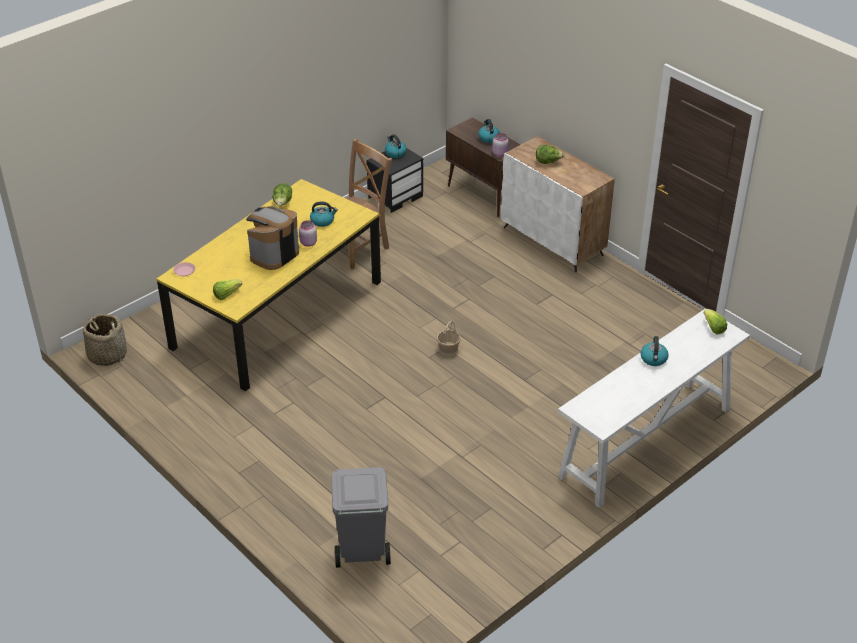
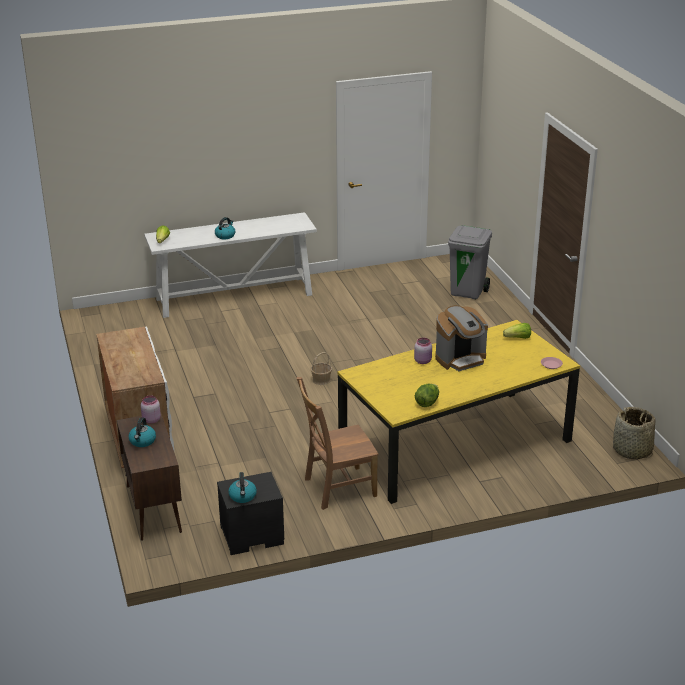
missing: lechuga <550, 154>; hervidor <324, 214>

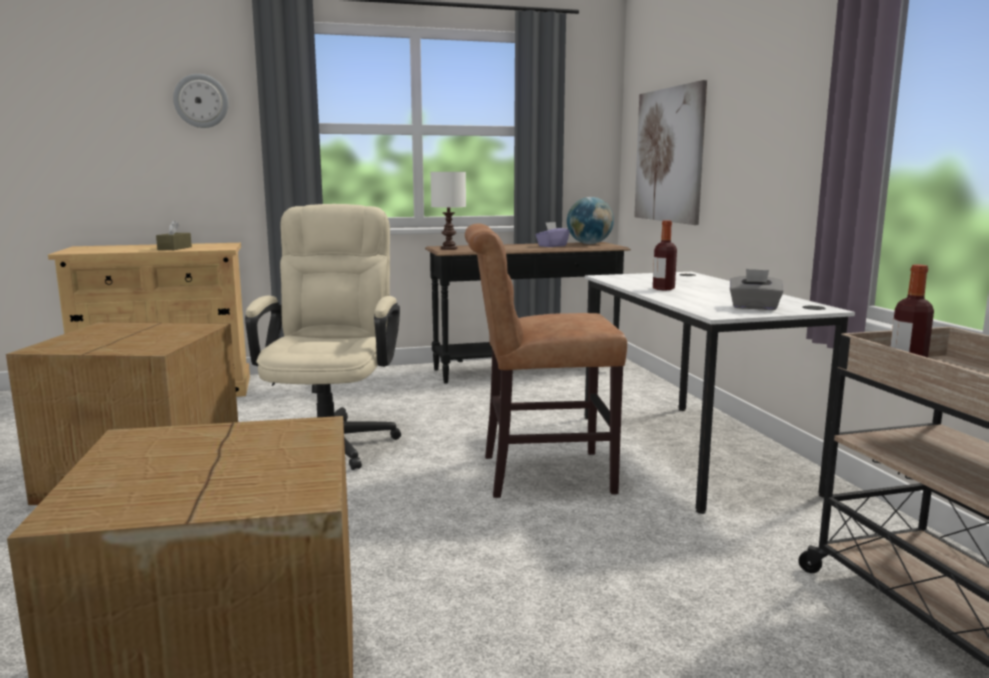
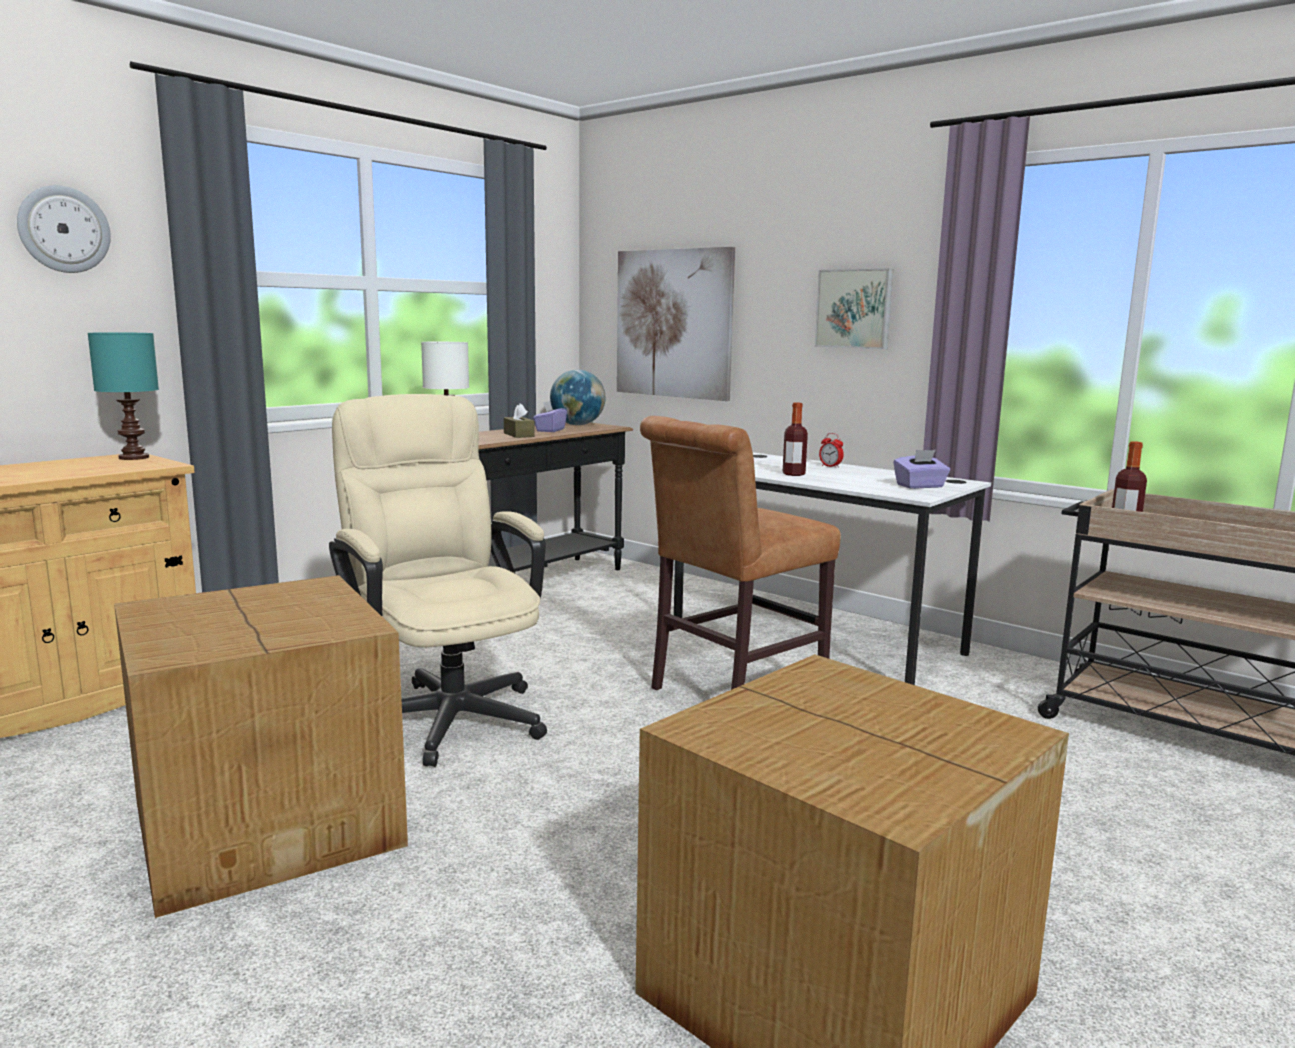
appeared: cuadro <854, 309>; lámpara de mesa [turquesa] <123, 396>; despertador <831, 450>
relocated: caja de pañuelos [marrón] <174, 235> to <519, 420>
colour: caja de pañuelos [gris] <756, 289> to caja de pañuelos [morado] <922, 469>

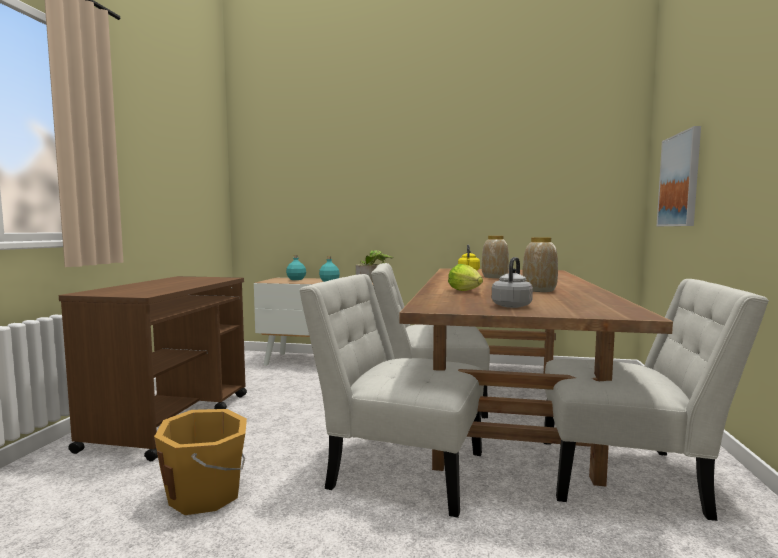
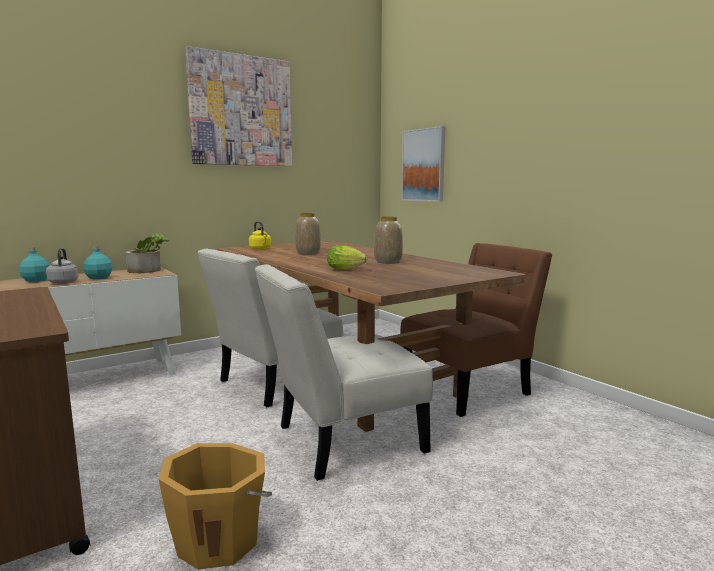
appeared: cuadro <238, 106>
relocated: hervidor [gris] <512, 282> to <62, 266>
colour: silla [blanco] <656, 400> to silla [marrón] <476, 330>

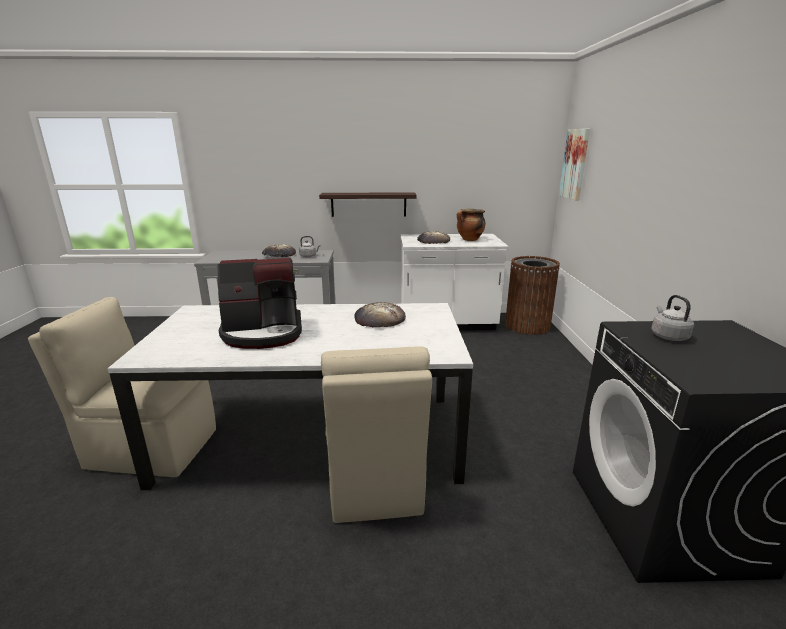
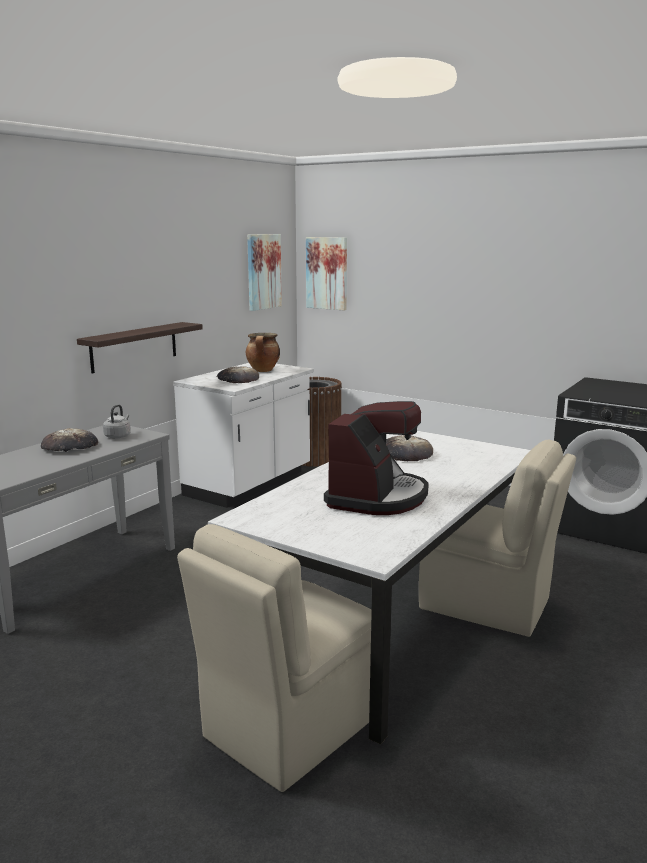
missing: hervidor [gris] <672, 318>
appeared: cuadro <264, 272>

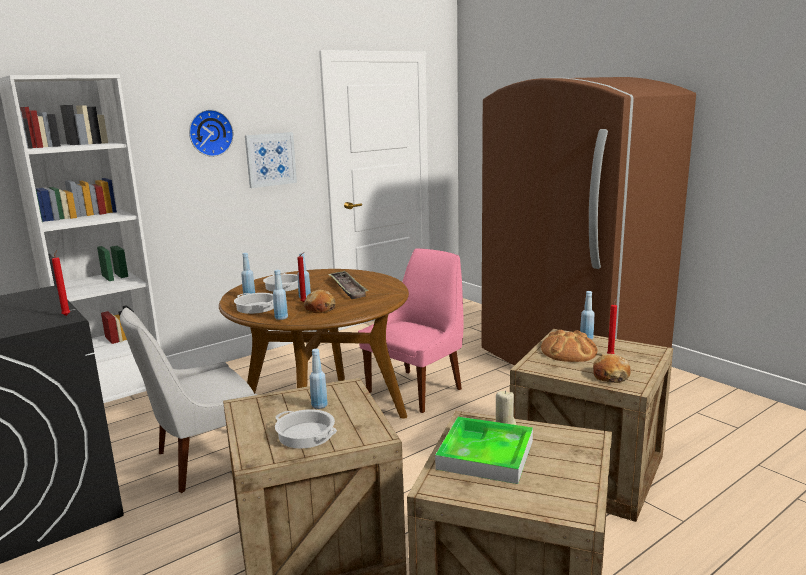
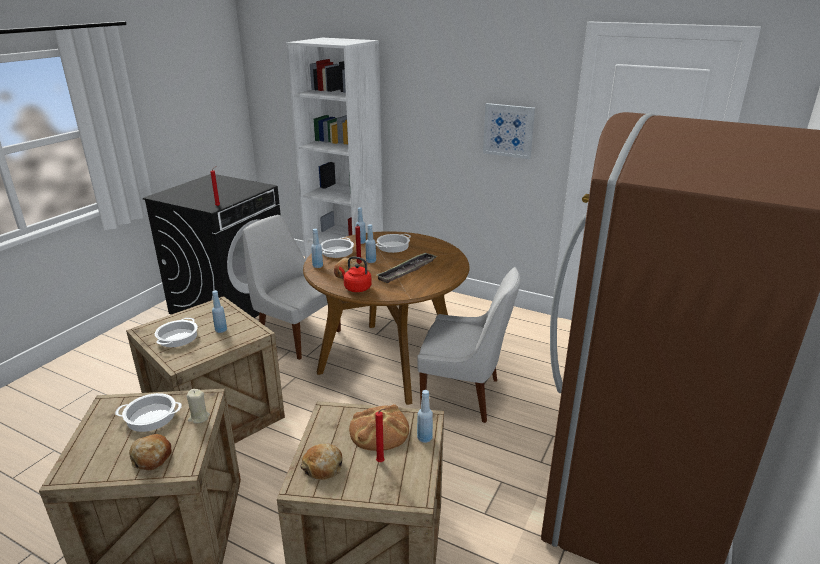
missing: reloj de pared <211, 133>
appeared: hervidor [rojo] <355, 274>; pan <150, 452>
exchanged: bandeja <484, 450> to olla <148, 412>
colour: silla [rosa] <411, 330> to silla [blanco] <469, 345>

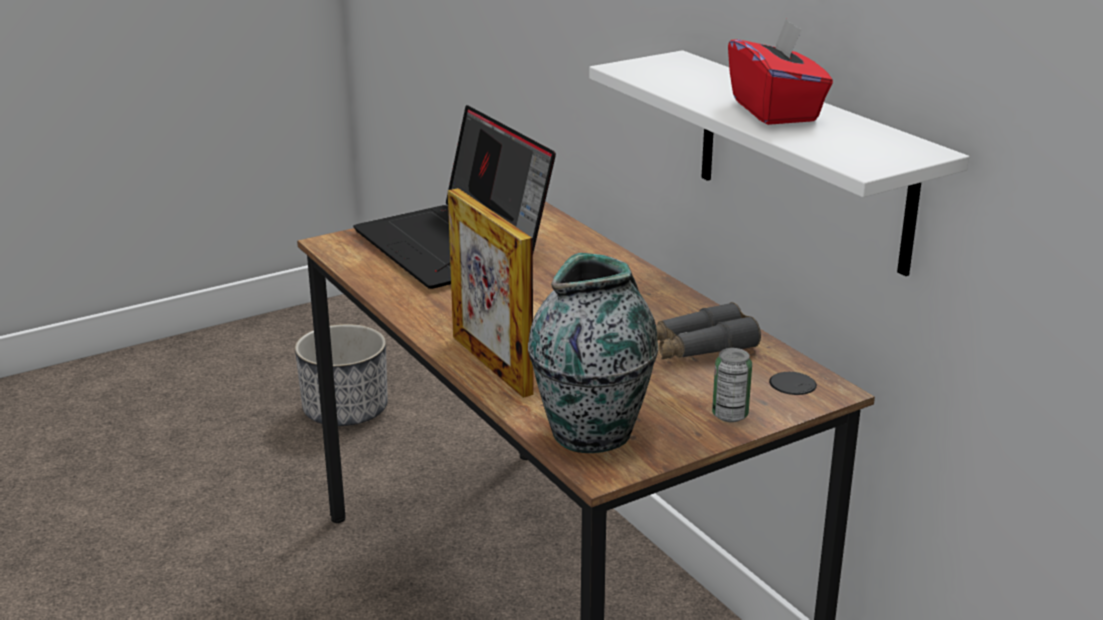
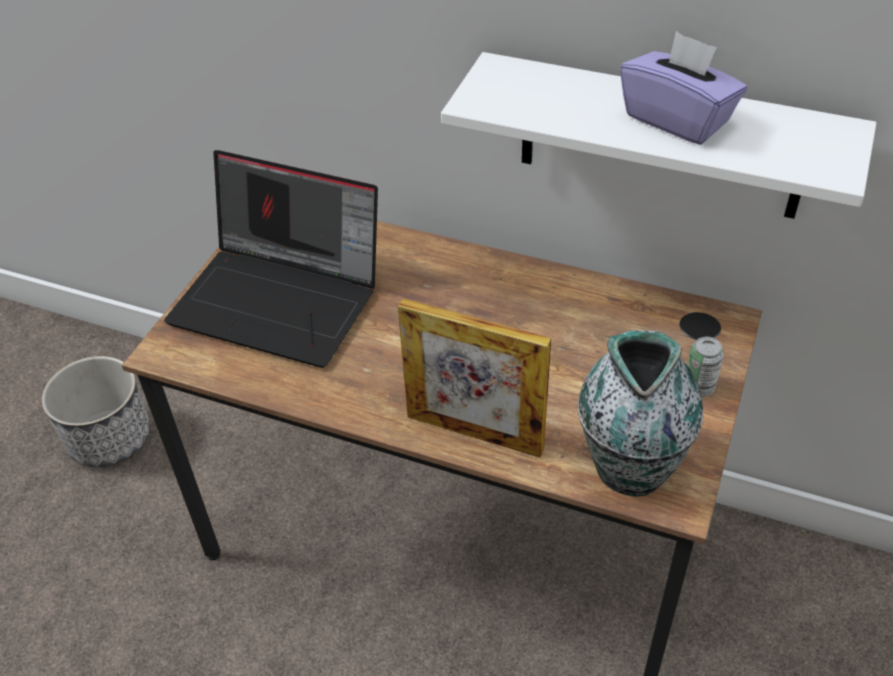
missing: prismáticos [gris] <708, 330>
colour: caja de pañuelos [rojo] <780, 71> to caja de pañuelos [morado] <683, 88>

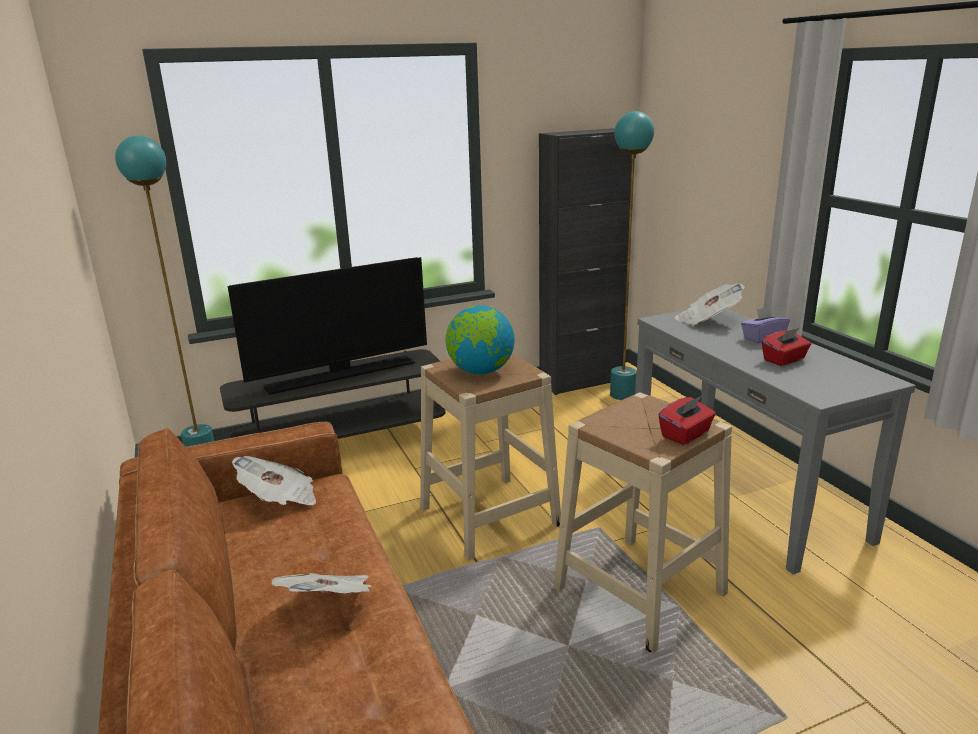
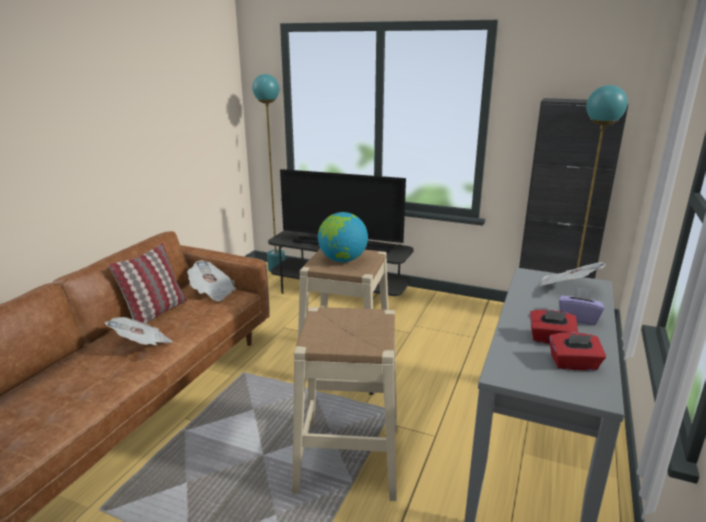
appeared: cojín <147, 283>
relocated: caja de pañuelos [rojo] <687, 420> to <577, 351>

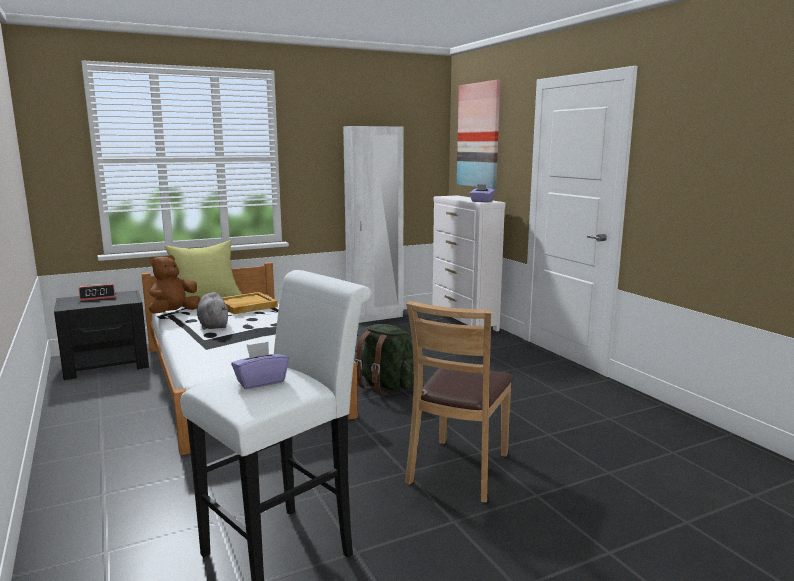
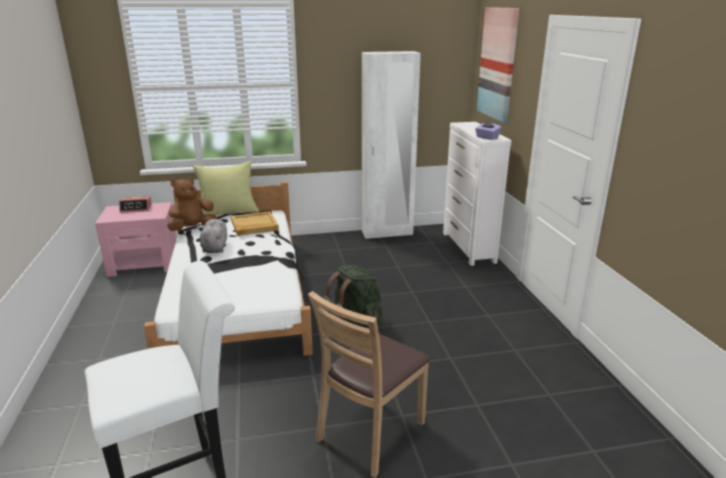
missing: caja de pañuelos [morado] <260, 365>
colour: mesita de noche [negro] <101, 335> to mesita de noche [rosa] <136, 239>

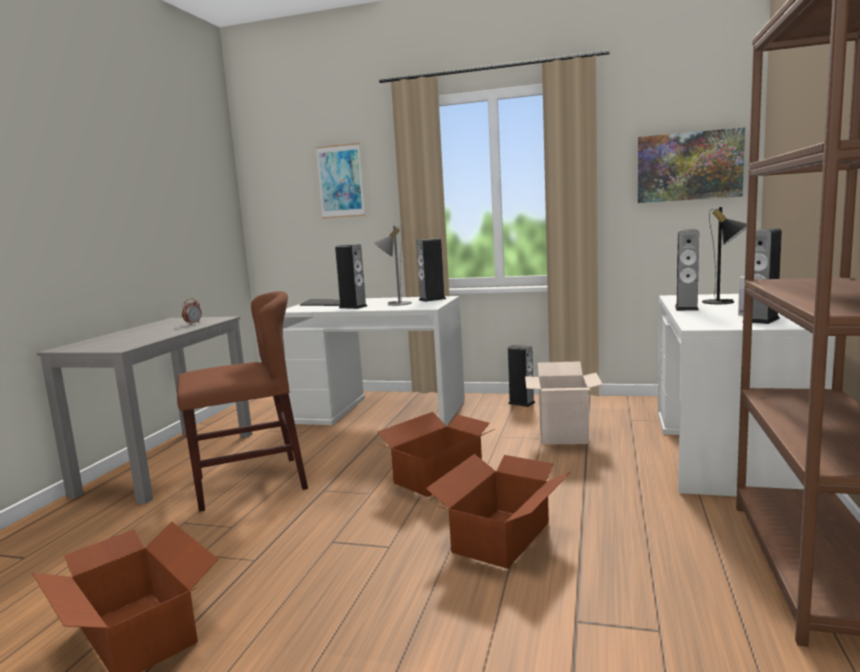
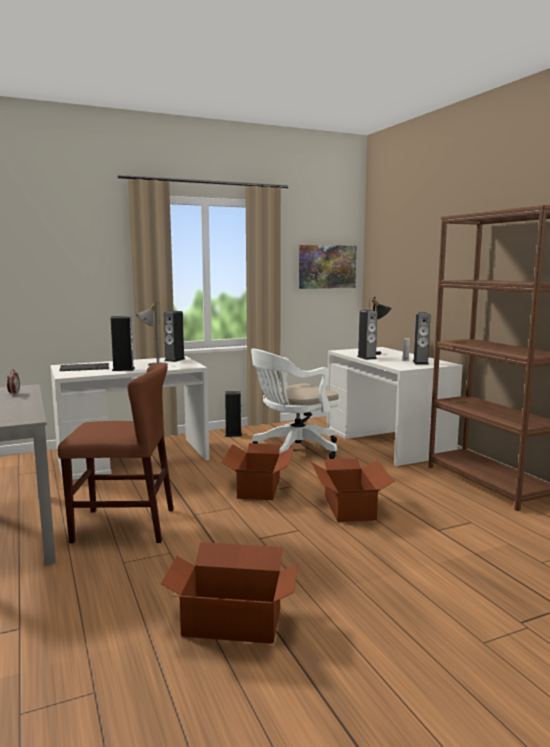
missing: cuadro <340, 180>
exchanged: caja de cartón <564, 403> to silla de oficina [blanco] <295, 404>
spun: silla [marrón] <242, 401> = <116, 453> 60 degrees clockwise

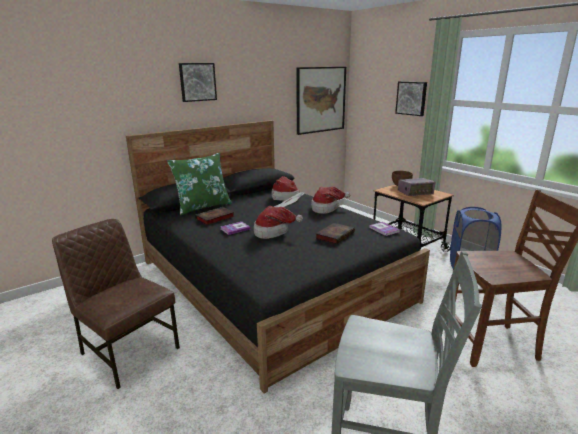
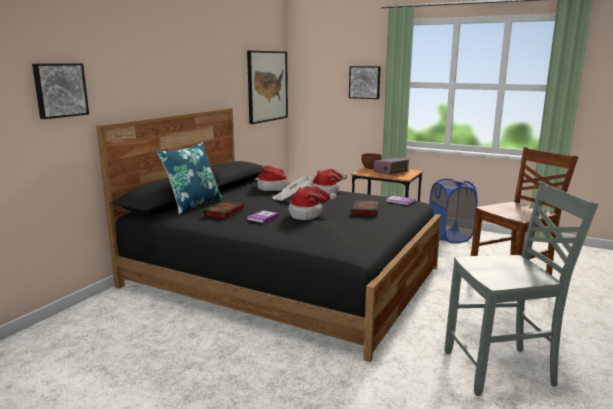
missing: silla [marrón] <116, 304>
relocated: cuadro <198, 82> to <60, 91>
colour: cojín [verde] <199, 183> to cojín [azul] <190, 178>

